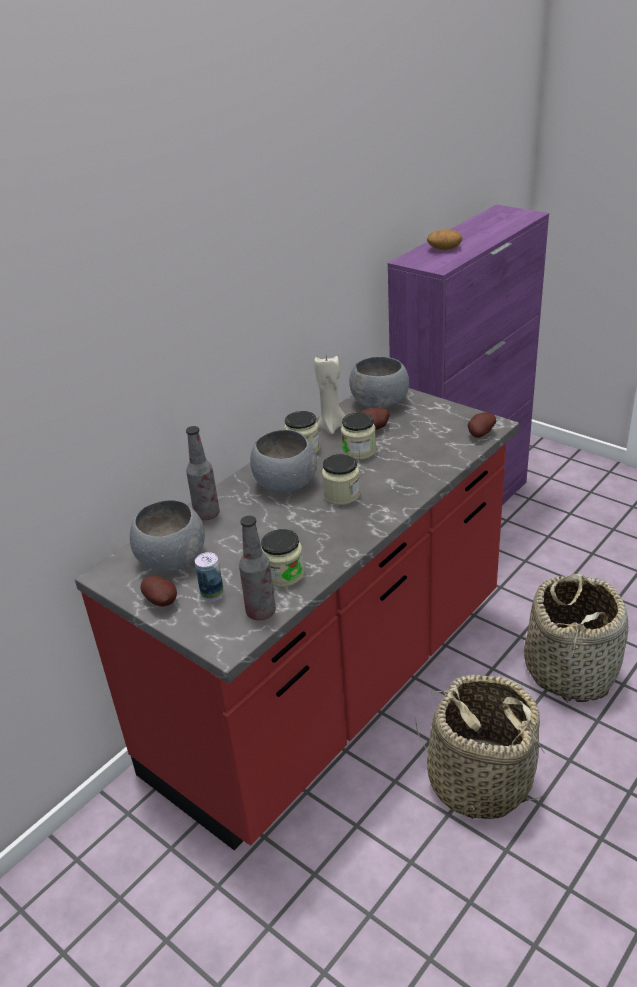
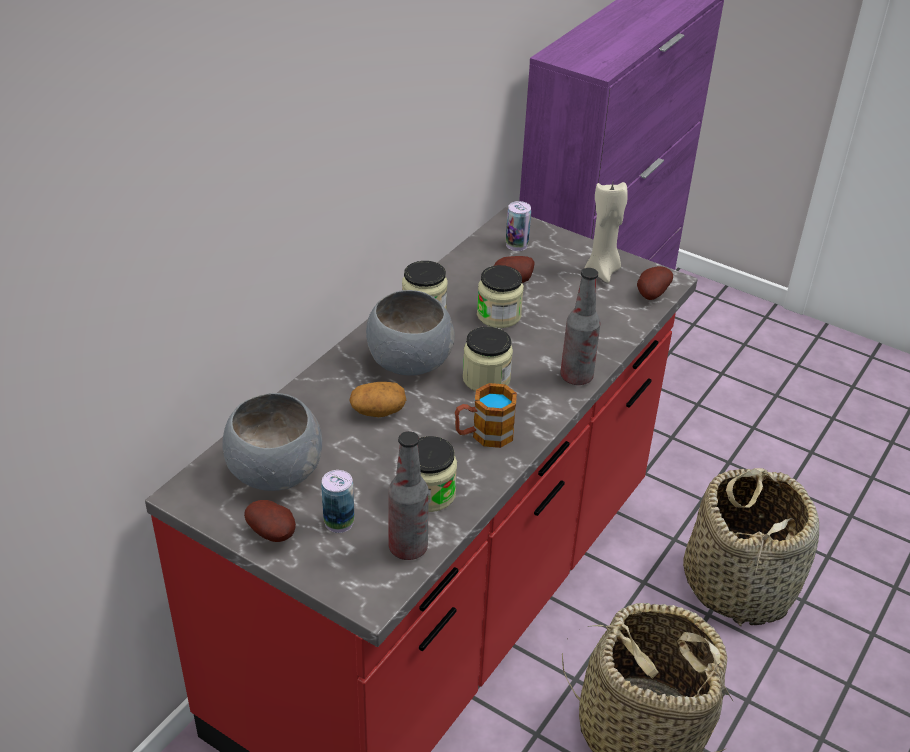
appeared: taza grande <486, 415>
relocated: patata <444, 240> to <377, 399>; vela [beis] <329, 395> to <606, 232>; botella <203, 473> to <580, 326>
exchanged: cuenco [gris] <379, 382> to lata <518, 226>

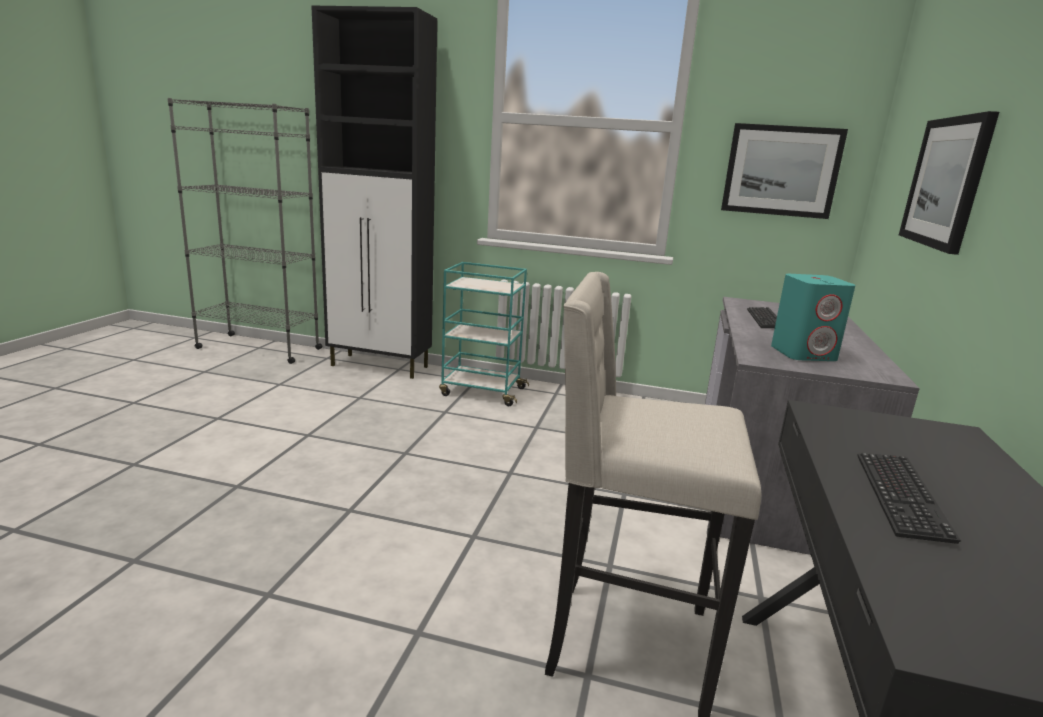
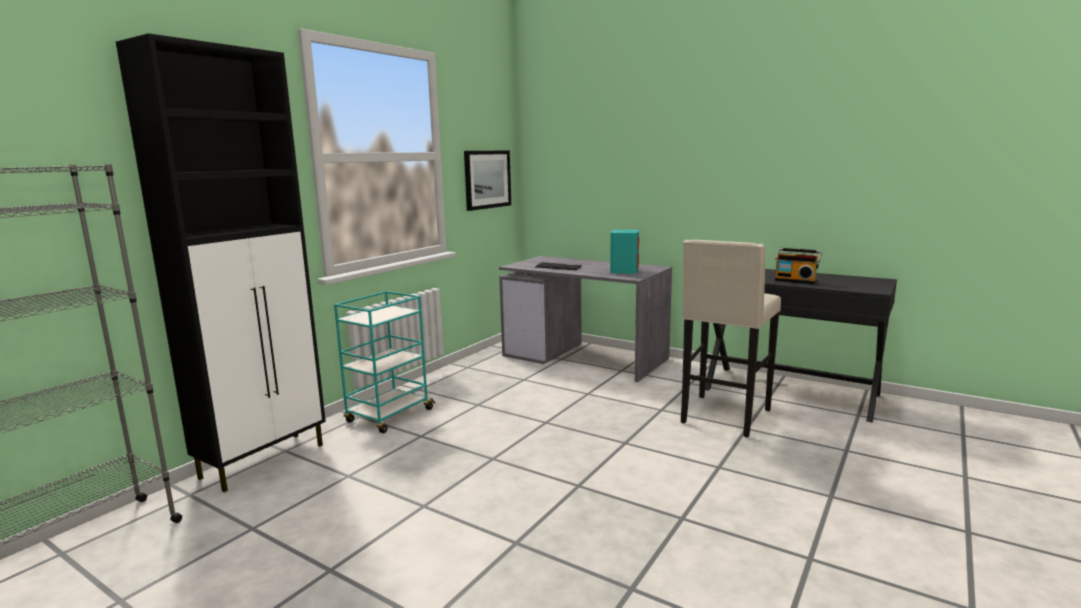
missing: cuadro <949, 183>
exchanged: teclado <909, 498> to radio <798, 266>

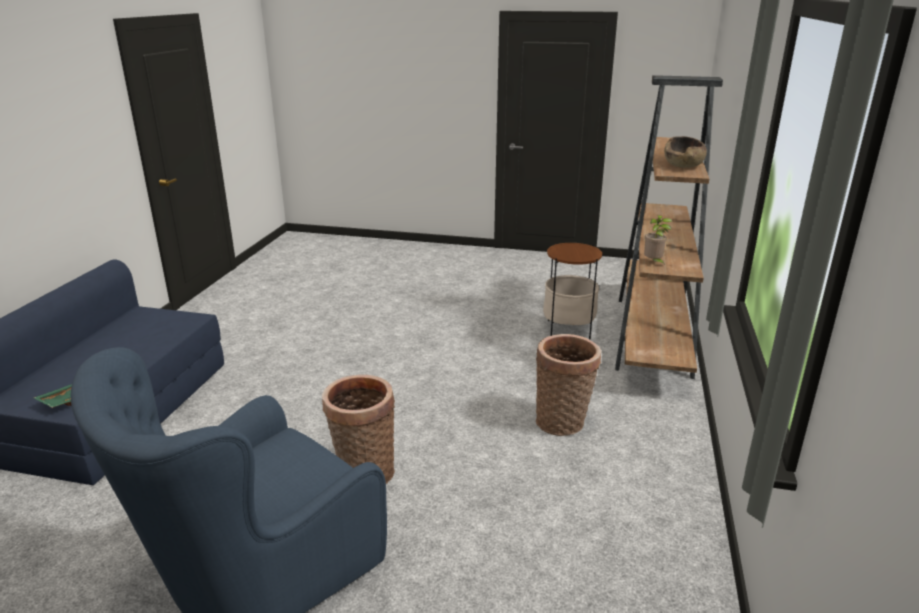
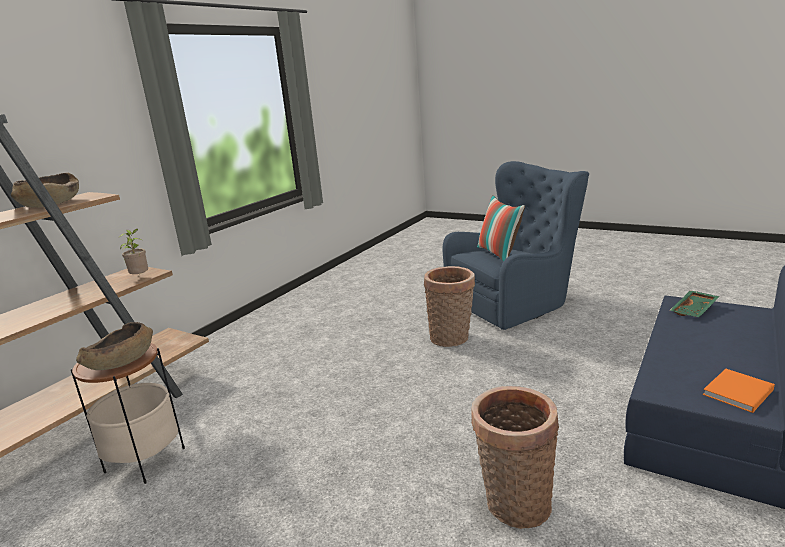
appeared: cojín <501, 228>; cuenco [marrón] <114, 346>; libro [naranja] <739, 391>
relocated: cesta <568, 385> to <515, 457>

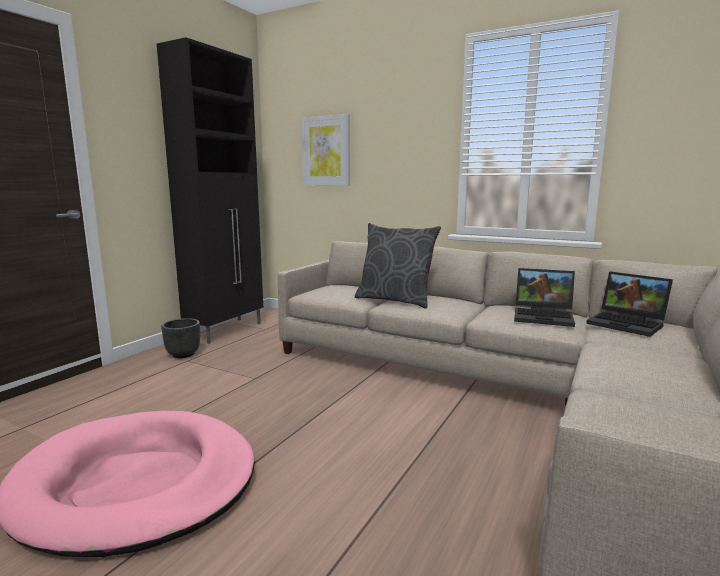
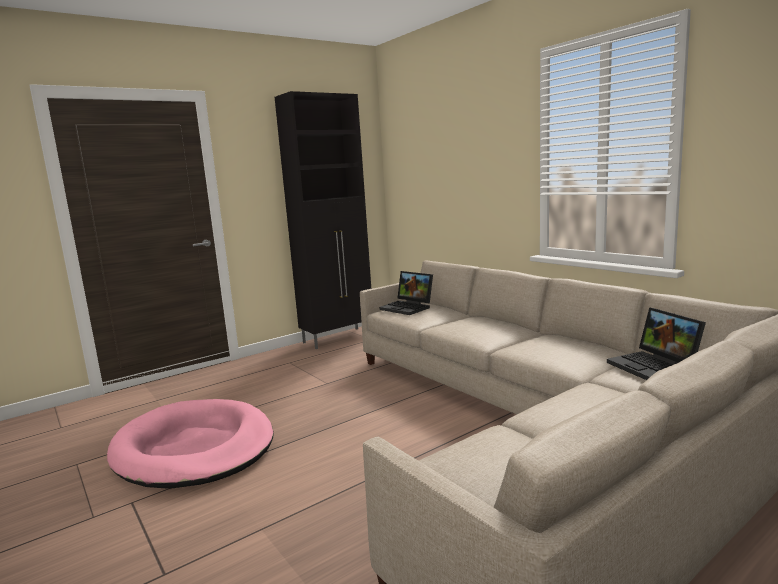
missing: cuadro <325, 150>; cojín [gris] <398, 266>; maceta [negro] <180, 338>
relocated: portátil <544, 297> to <406, 293>

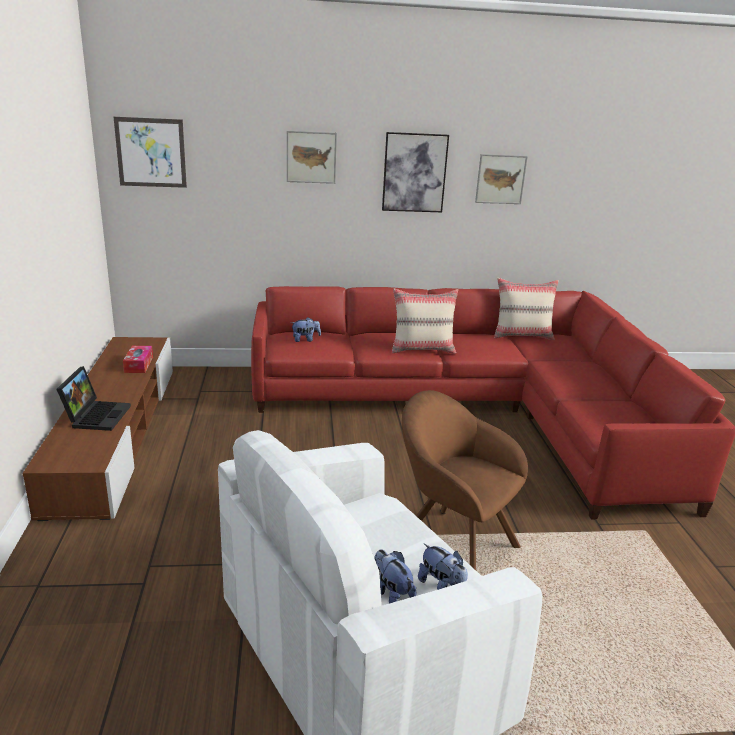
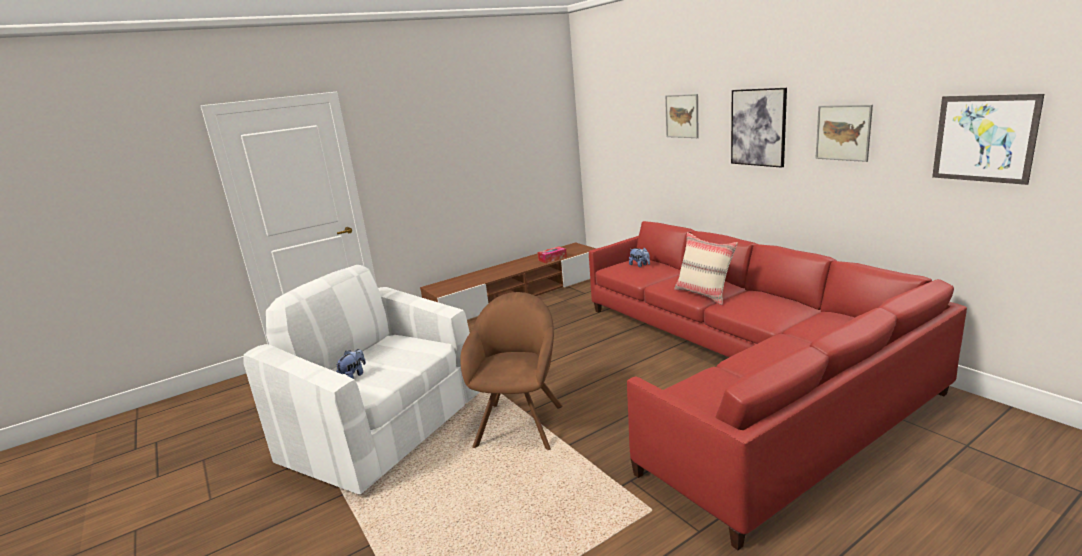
missing: cojín [beis] <526, 309>; portátil <93, 398>; peluche <443, 566>
relocated: cuadro <150, 152> to <988, 139>

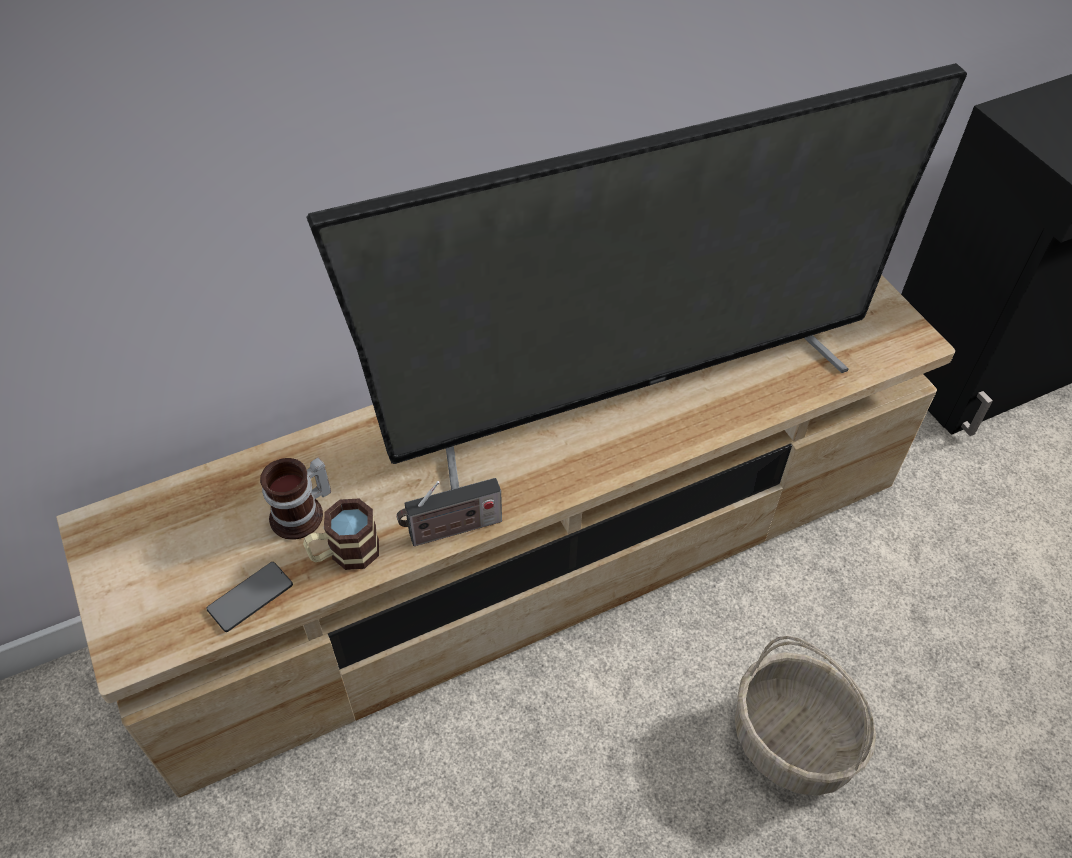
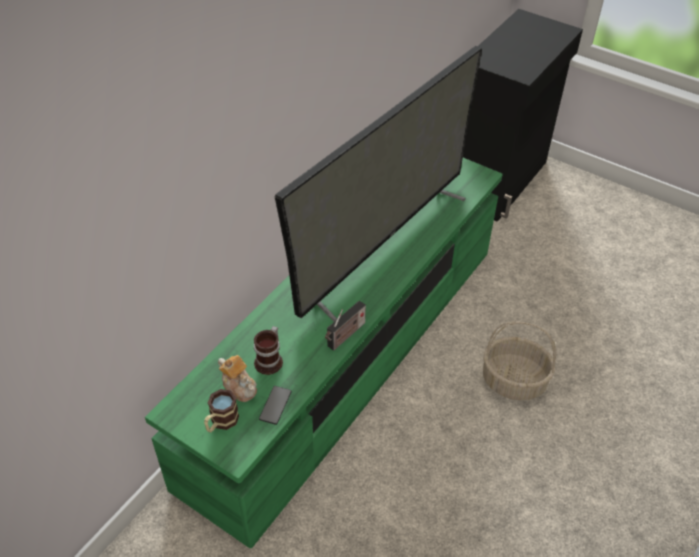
appeared: tetera <237, 378>
relocated: taza grande <341, 534> to <221, 411>
colour: mueble de televisión [beis] <505, 536> to mueble de televisión [verde] <324, 353>

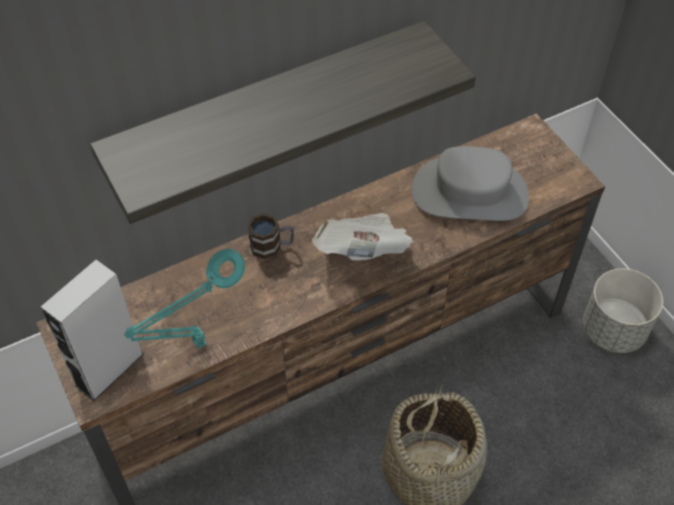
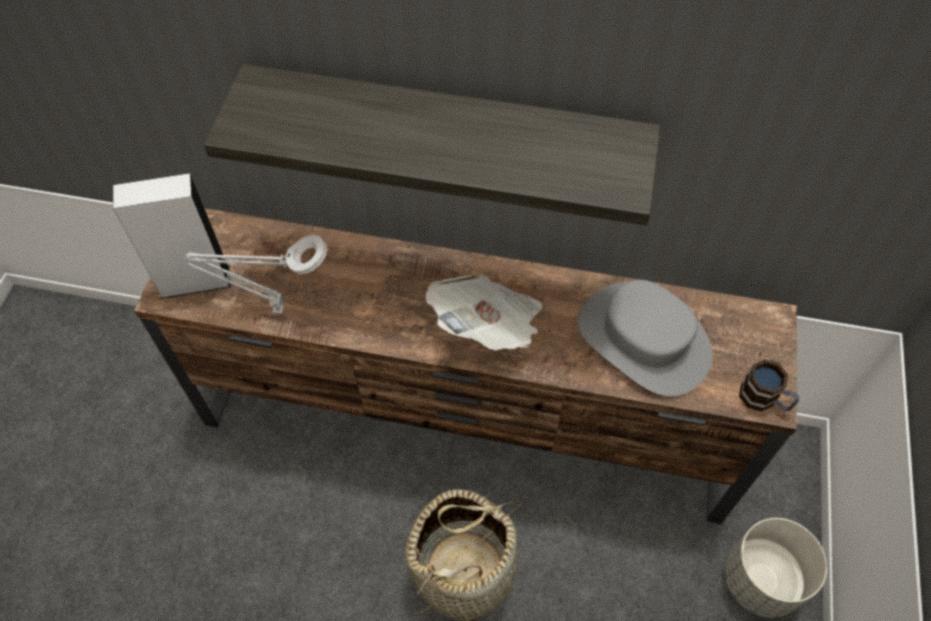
relocated: taza grande <270, 236> to <769, 385>
colour: lámpara de mesa [turquesa] <184, 299> to lámpara de mesa [gris] <255, 274>

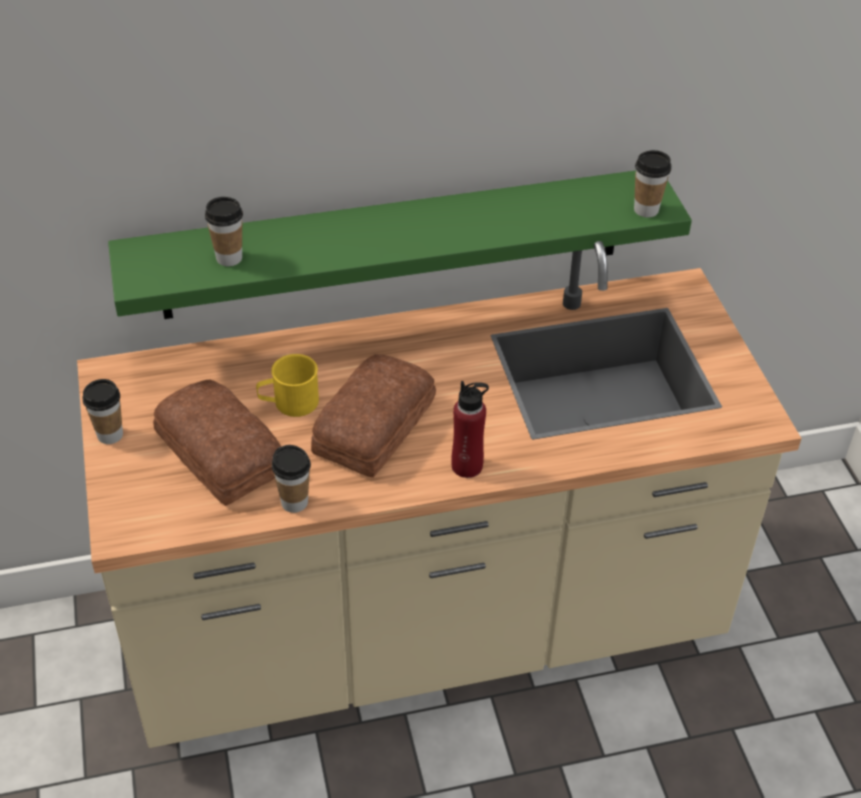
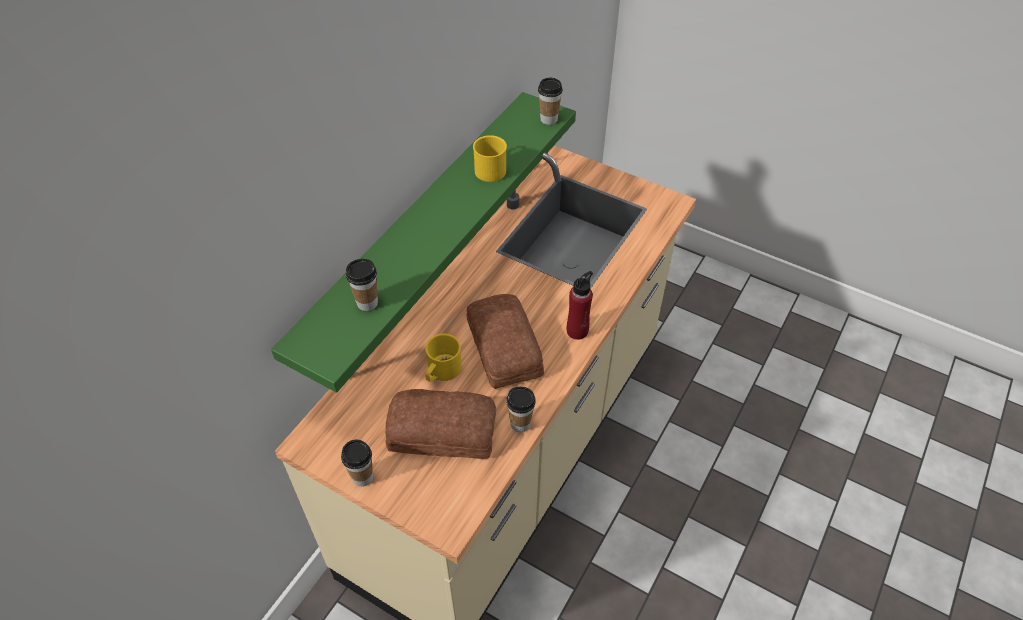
appeared: taza grande [amarillo] <490, 158>

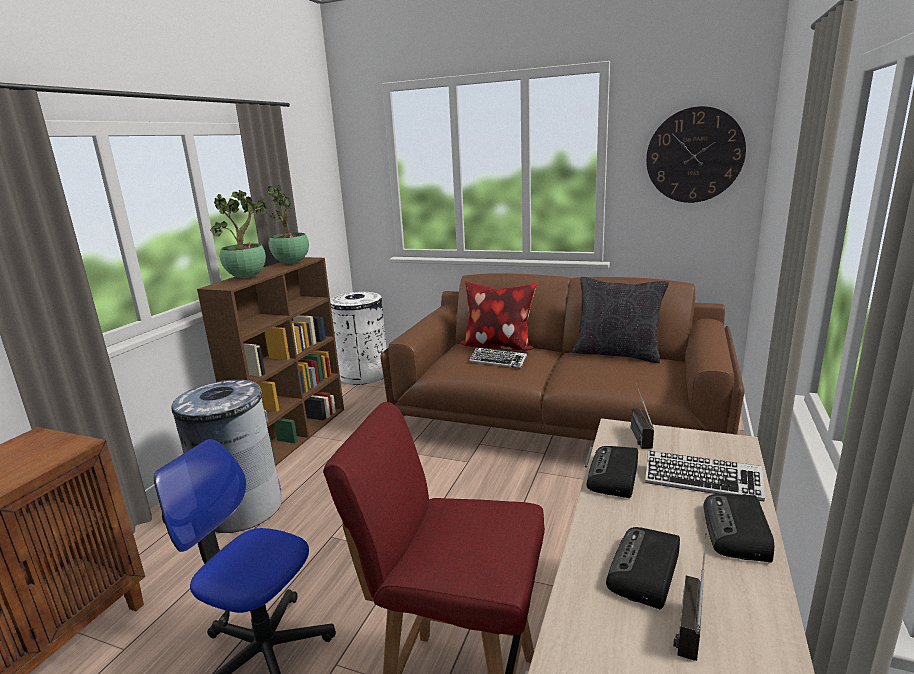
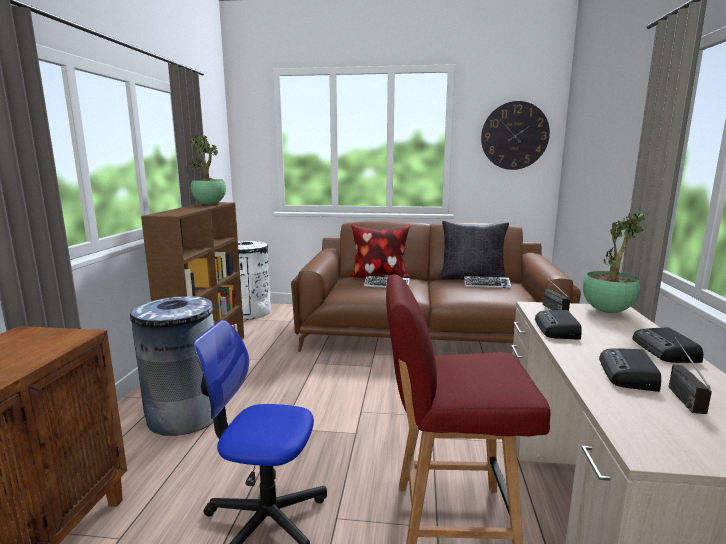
relocated: planta en maceta <238, 234> to <613, 263>; teclado <705, 476> to <487, 282>

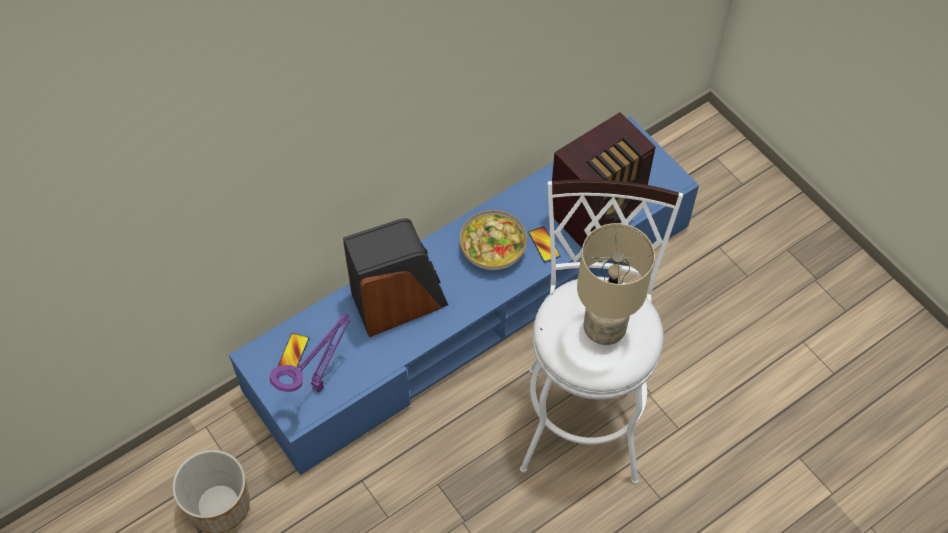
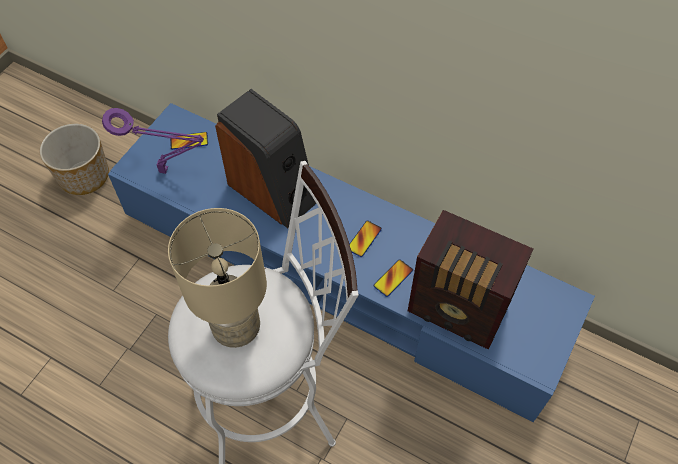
exchanged: cuenco <493, 240> to móvil <365, 239>

